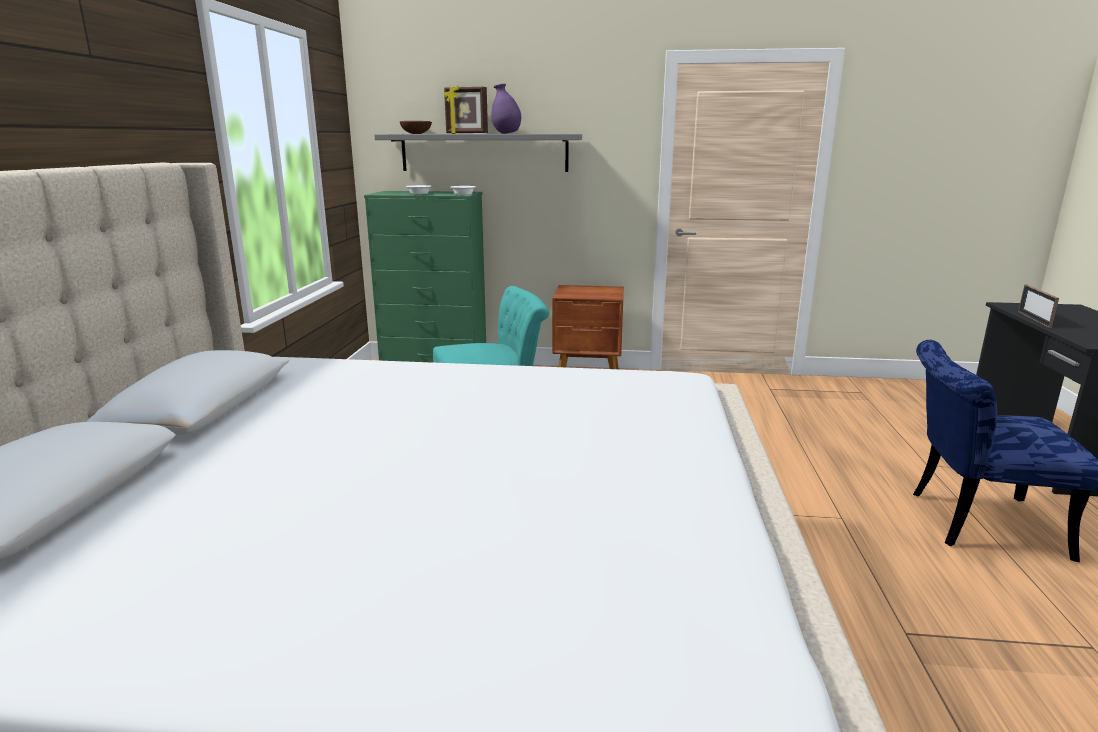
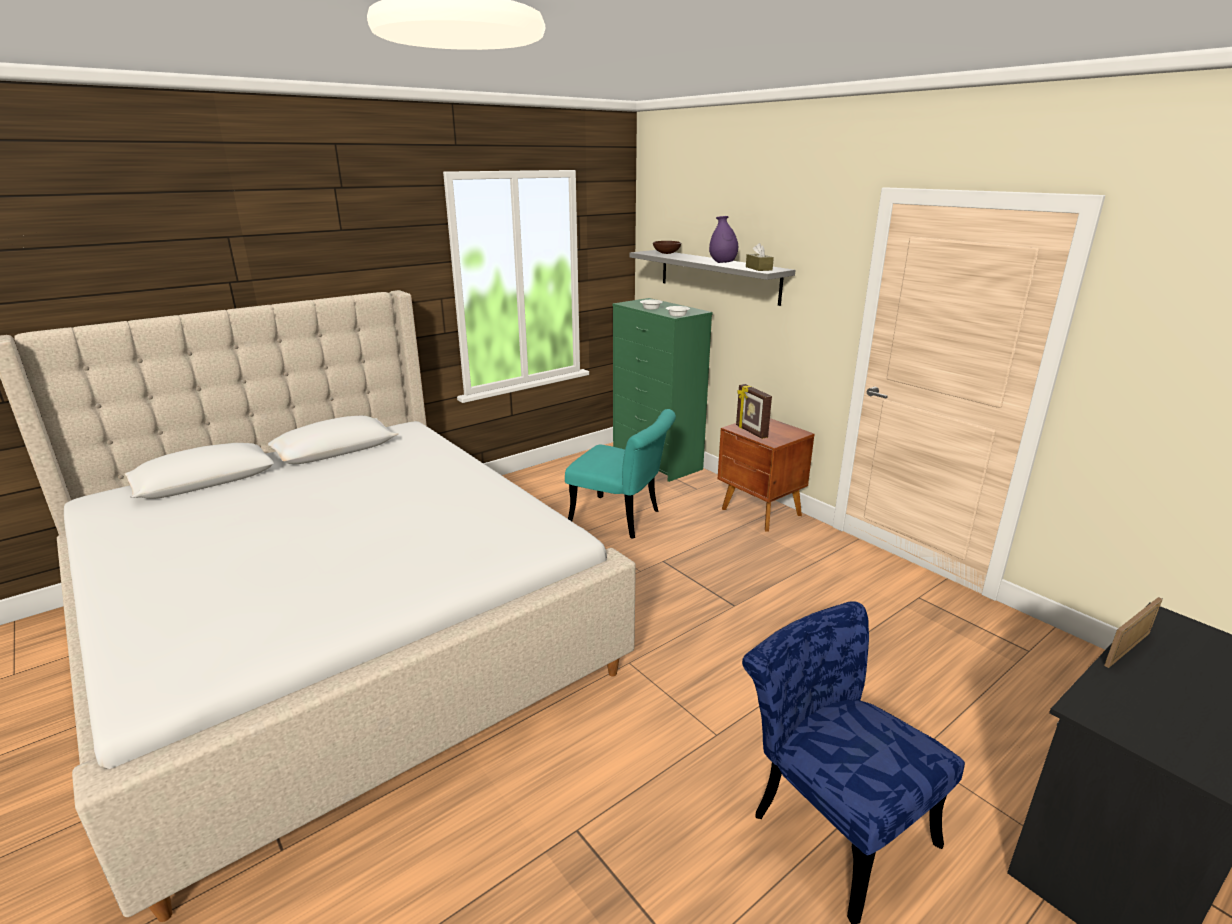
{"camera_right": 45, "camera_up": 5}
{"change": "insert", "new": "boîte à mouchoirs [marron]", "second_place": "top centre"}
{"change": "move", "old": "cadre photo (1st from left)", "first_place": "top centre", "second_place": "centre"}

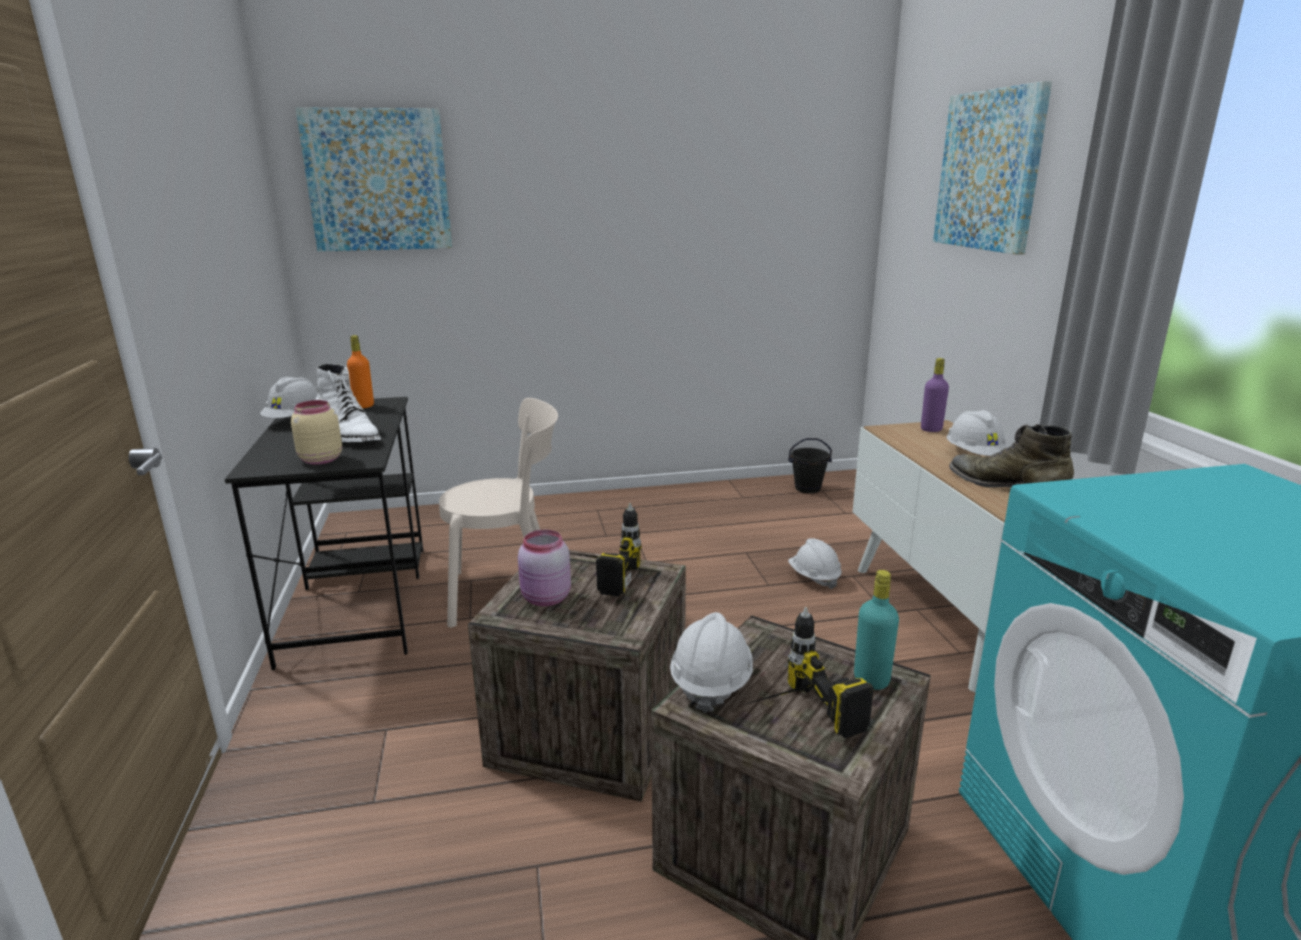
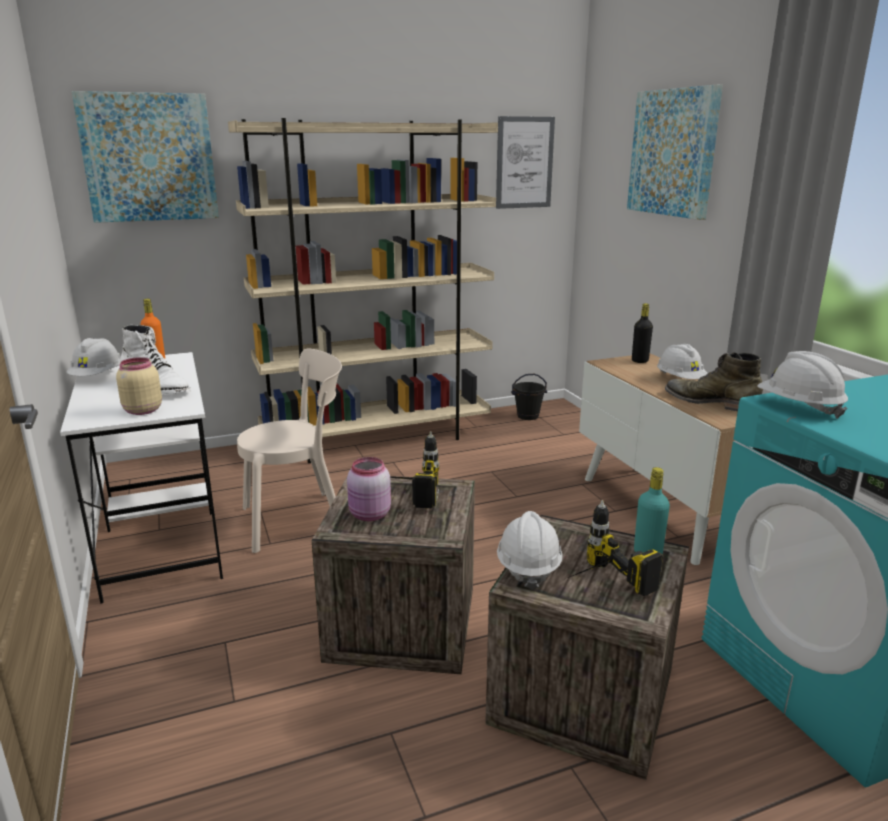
{"camera_right": -10, "camera_up": 0}
{"change": "insert", "new": "bibliothèque [beige]", "second_place": "centre"}
{"change": "insert", "new": "tableau (2nd from left)", "second_place": "top centre"}
{"change": "move", "old": "casque de chantier [blanc] (3rd from left in the first image)", "new": "casque de chantier [blanc] (4th from left)", "first_place": "centre", "second_place": "middle right"}
{"change": "recolor", "old": "bureau [noir]", "new": "bureau [blanc]", "first_place": "middle left", "second_place": "middle left"}
{"change": "recolor", "old": "bouteille [violet]", "new": "bouteille [noir]", "first_place": "middle right", "second_place": "middle right"}

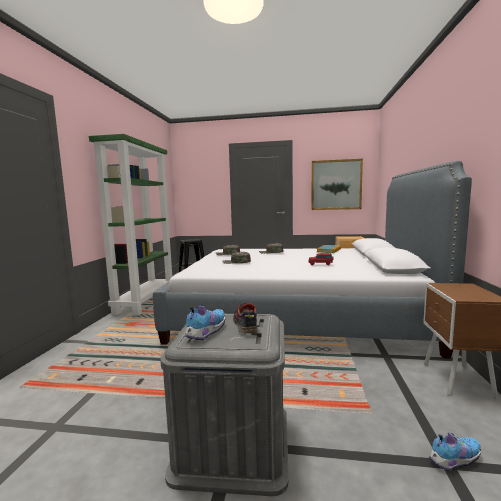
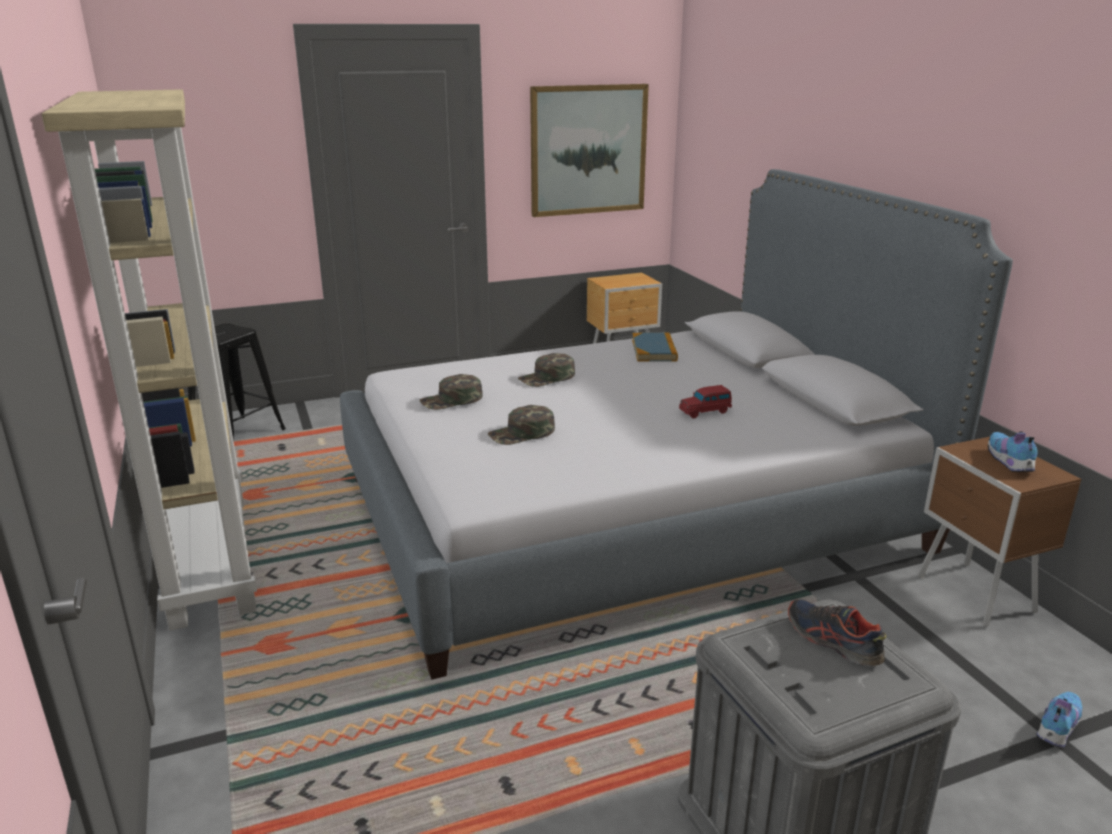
{"camera_right": -30, "camera_up": 15}
{"change": "move", "old": "chaussure (1st from left in the first image)", "new": "chaussure (2nd from left)", "first_place": "centre", "second_place": "middle right"}
{"change": "recolor", "old": "bibliothèque [vert]", "new": "bibliothèque [beige]", "first_place": "middle left", "second_place": "middle left"}

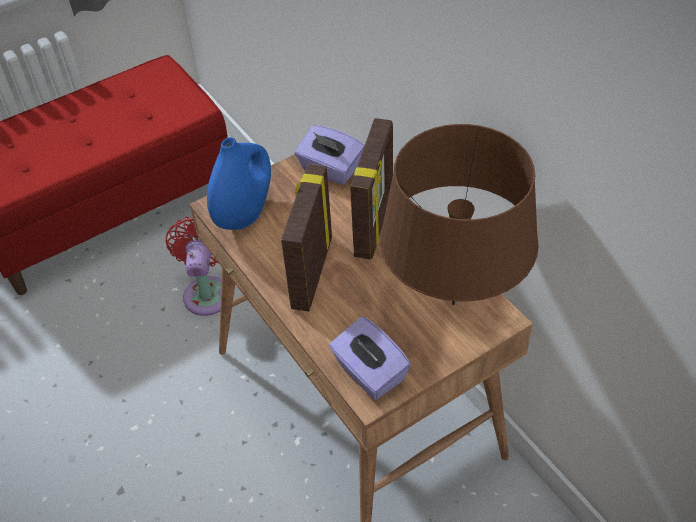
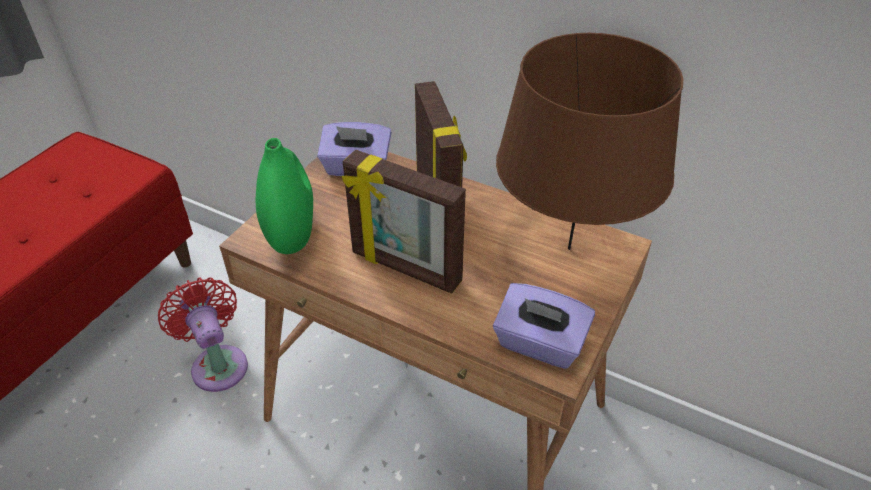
{"camera_right": -30, "camera_up": -5}
{"change": "recolor", "old": "vase [bleu]", "new": "vase [vert]", "first_place": "centre", "second_place": "middle left"}
{"change": "rotate", "old": "cadre photo (1st from left)", "first_place": "centre", "second_place": "centre", "degrees": -45}

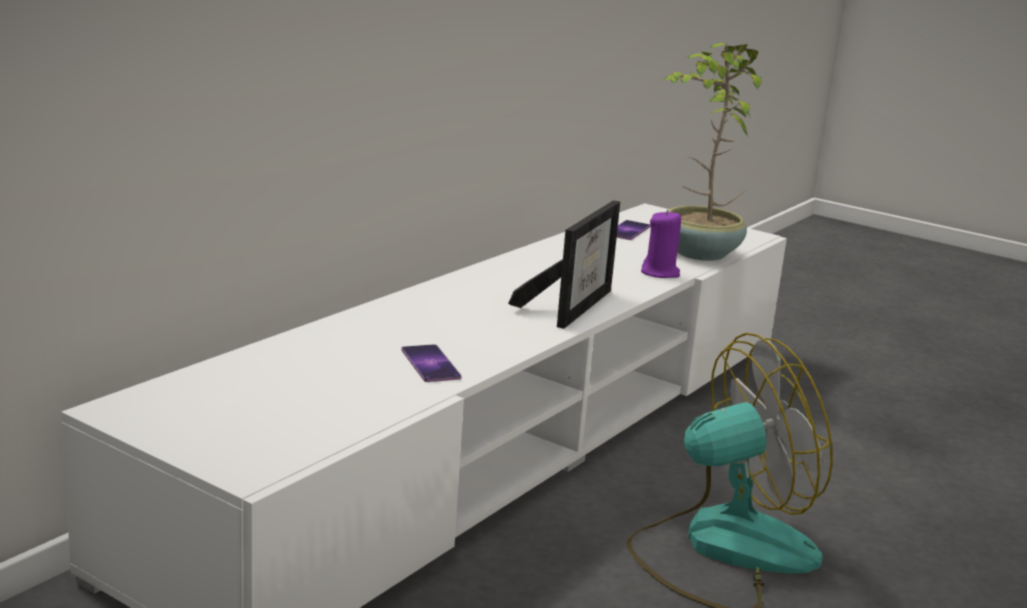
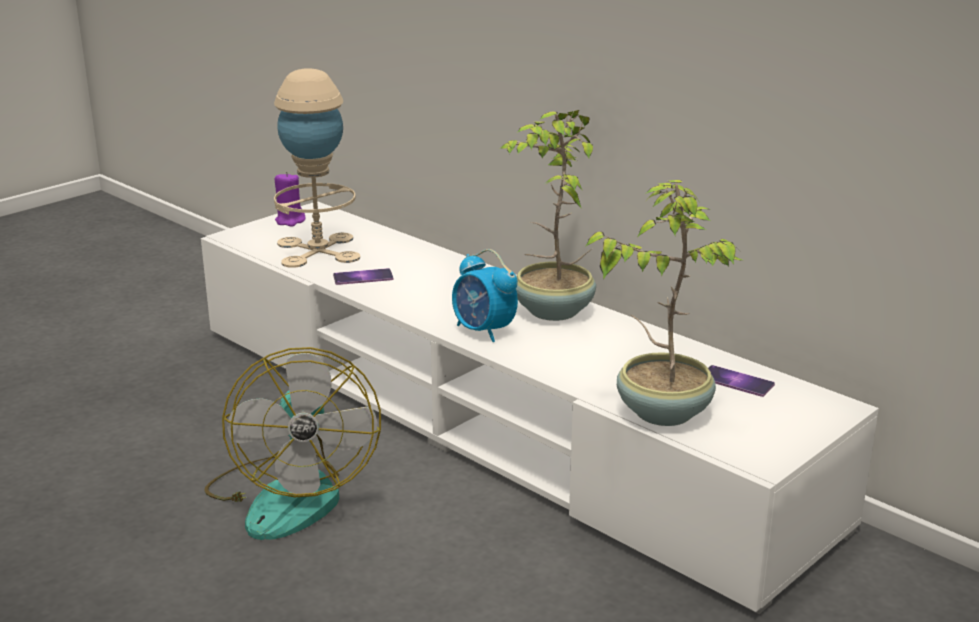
{"camera_right": 100, "camera_up": 5}
{"change": "insert", "new": "lampe de table [beige]", "second_place": "top left"}
{"change": "insert", "new": "plante en pot (1st from left)", "second_place": "centre"}
{"change": "move", "old": "bougie [violet]", "first_place": "centre", "second_place": "top left"}
{"change": "replace", "old": "cadre photo", "new": "réveil", "first_place": "centre", "second_place": "centre"}

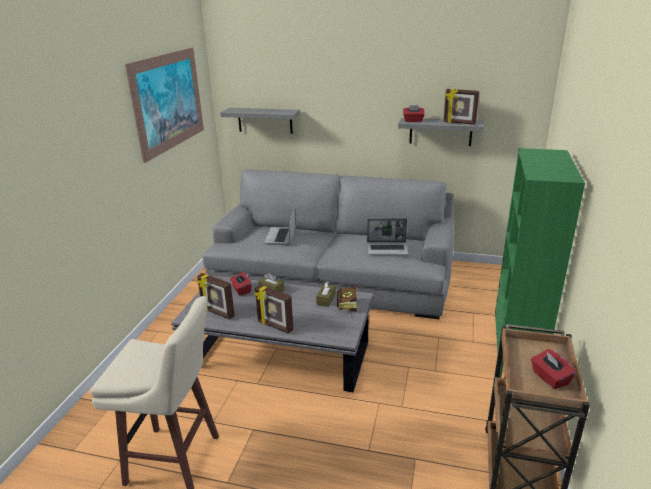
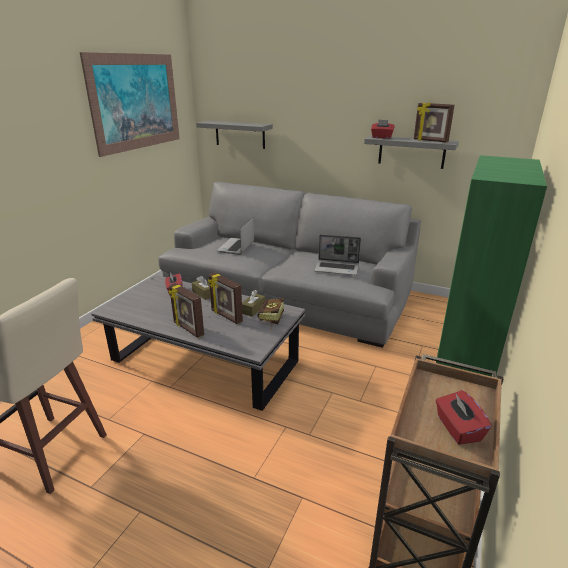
{"camera_right": 10, "camera_up": 0}
{"change": "move", "old": "cadre photo (1st from left in the first image)", "new": "cadre photo (2nd from left)", "first_place": "middle left", "second_place": "centre"}

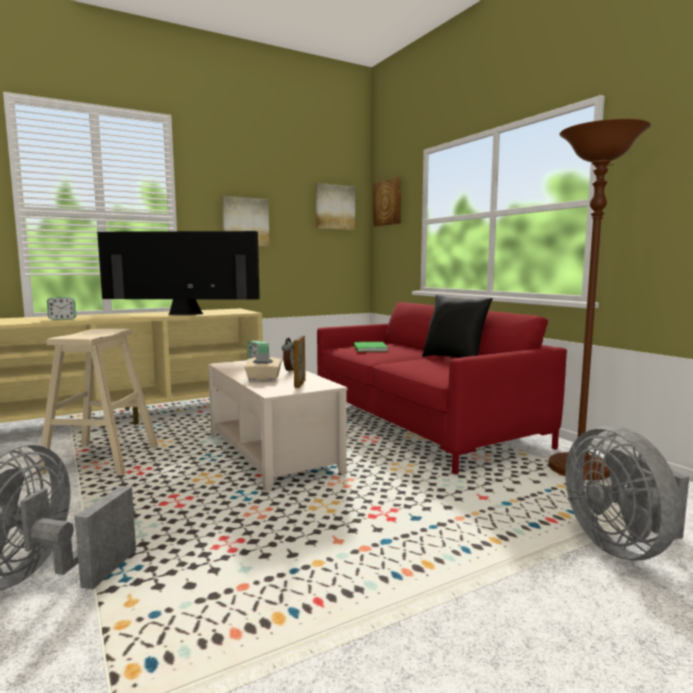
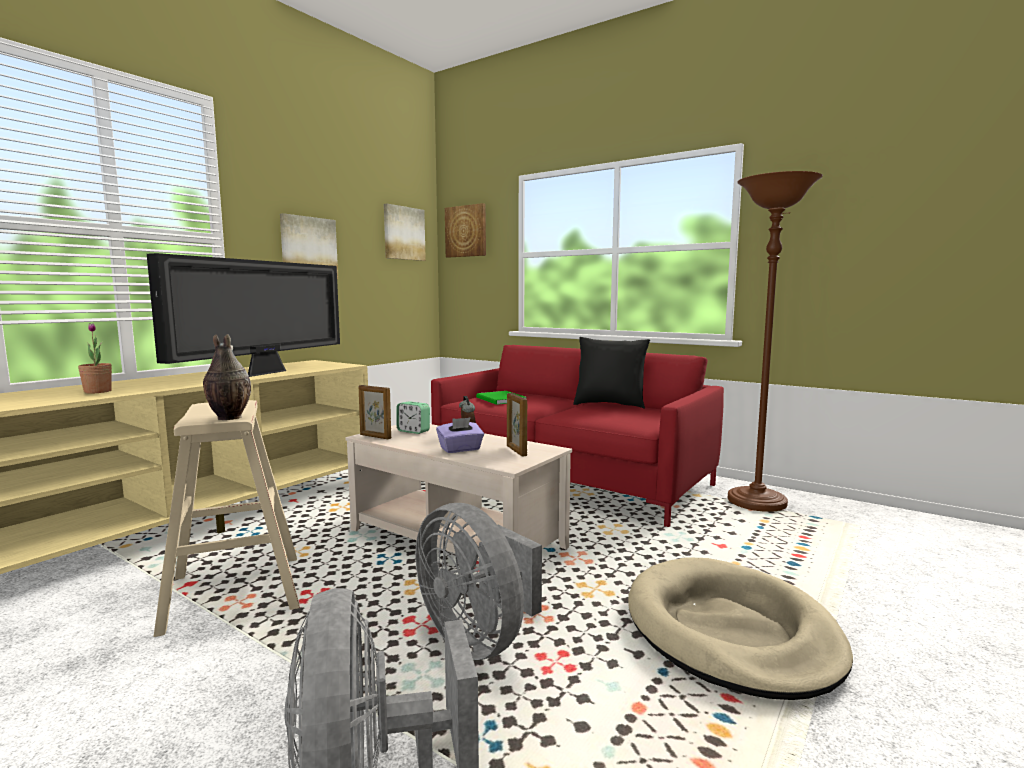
{"camera_right": -25, "camera_up": 0}
{"change": "insert", "new": "vase", "second_place": "middle left"}
{"change": "insert", "new": "cadre photo (1st from left)", "second_place": "centre"}
{"change": "insert", "new": "panier pour chien [beige]", "second_place": "bottom right"}
{"change": "move", "old": "ventilateur [gris] (2nd from left)", "first_place": "bottom right", "second_place": "bottom centre"}
{"change": "replace", "old": "réveil (1st from left)", "new": "plante en pot", "first_place": "middle left", "second_place": "middle left"}
{"change": "recolor", "old": "boîte à mouchoirs [beige]", "new": "boîte à mouchoirs [violet]", "first_place": "centre", "second_place": "centre"}
{"change": "rotate", "old": "téléviseur", "first_place": "middle left", "second_place": "middle left", "degrees": 135}

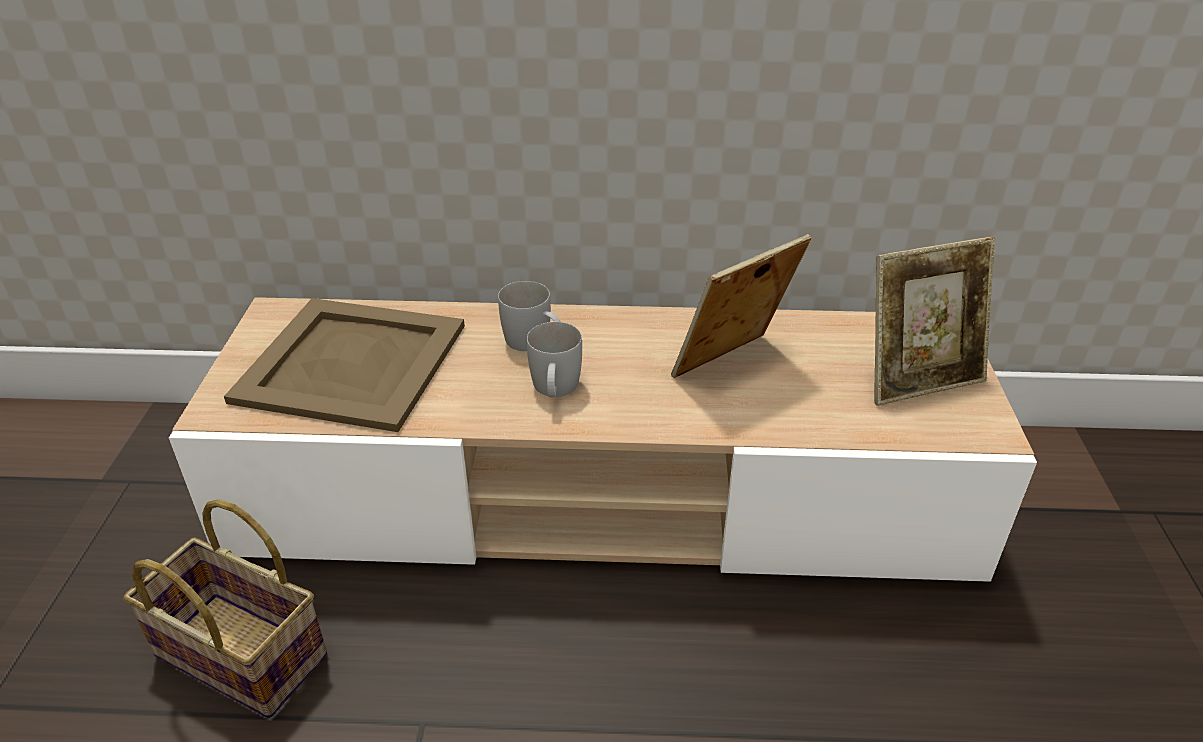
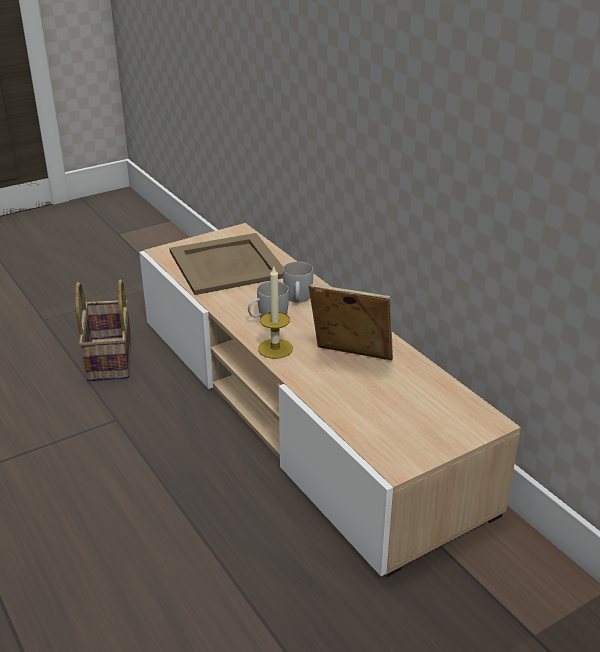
{"camera_right": 55, "camera_up": -5}
{"change": "delete", "old": "cadre photo (2nd from left)", "first_place": "middle right"}
{"change": "insert", "new": "bougie", "second_place": "centre"}

